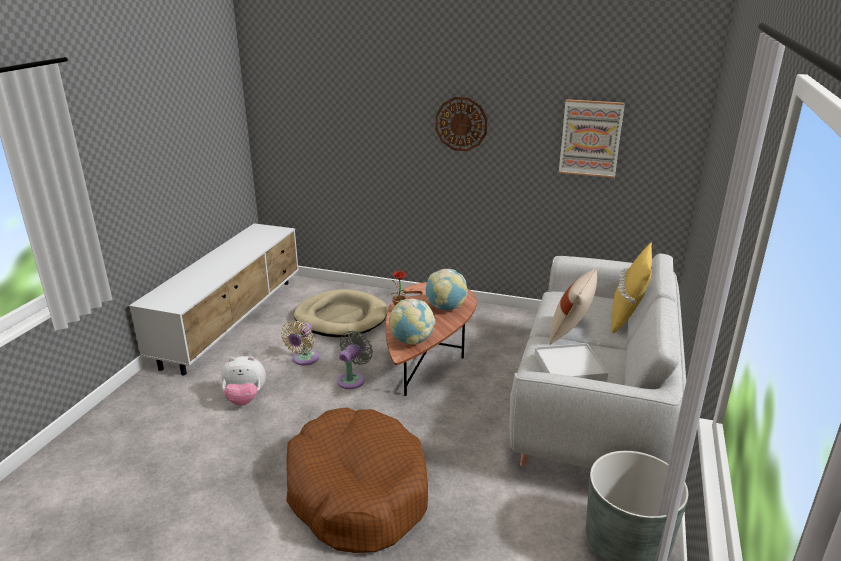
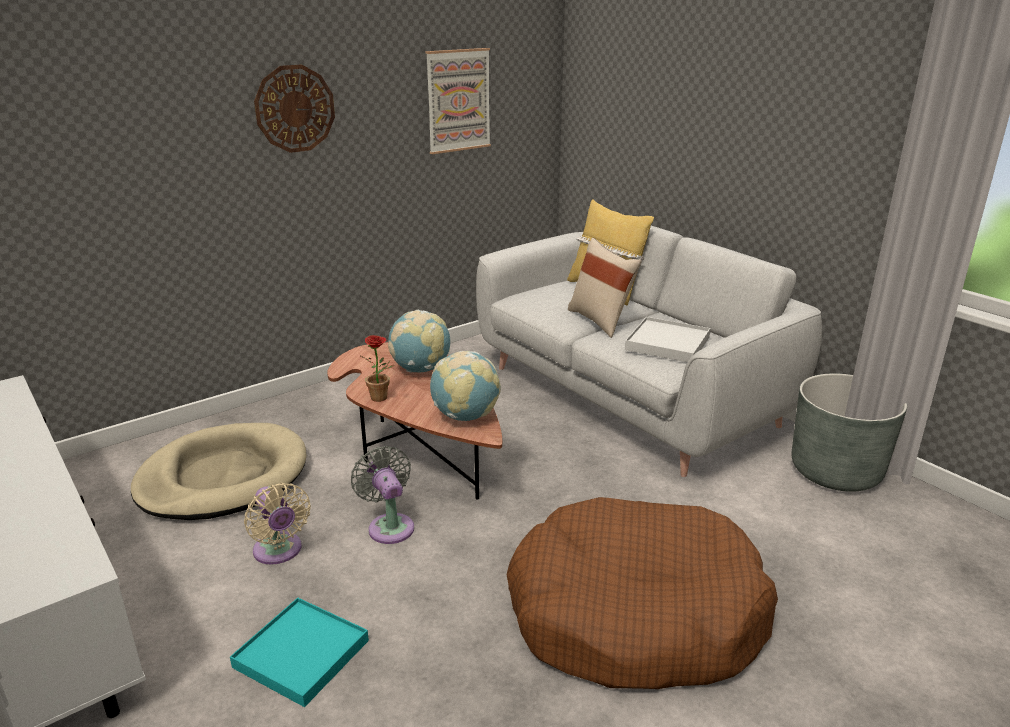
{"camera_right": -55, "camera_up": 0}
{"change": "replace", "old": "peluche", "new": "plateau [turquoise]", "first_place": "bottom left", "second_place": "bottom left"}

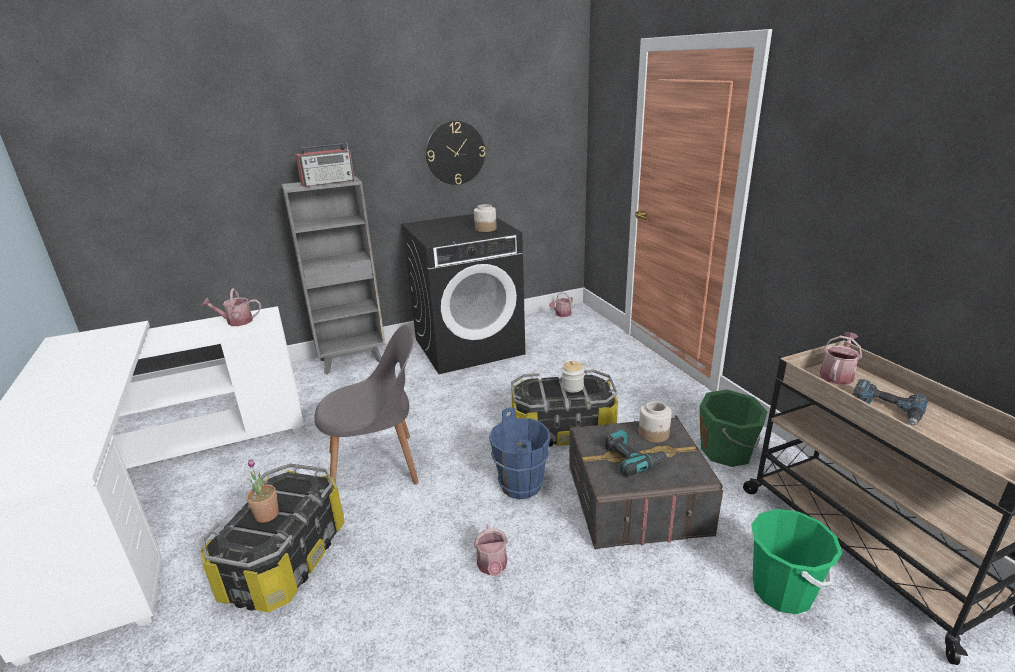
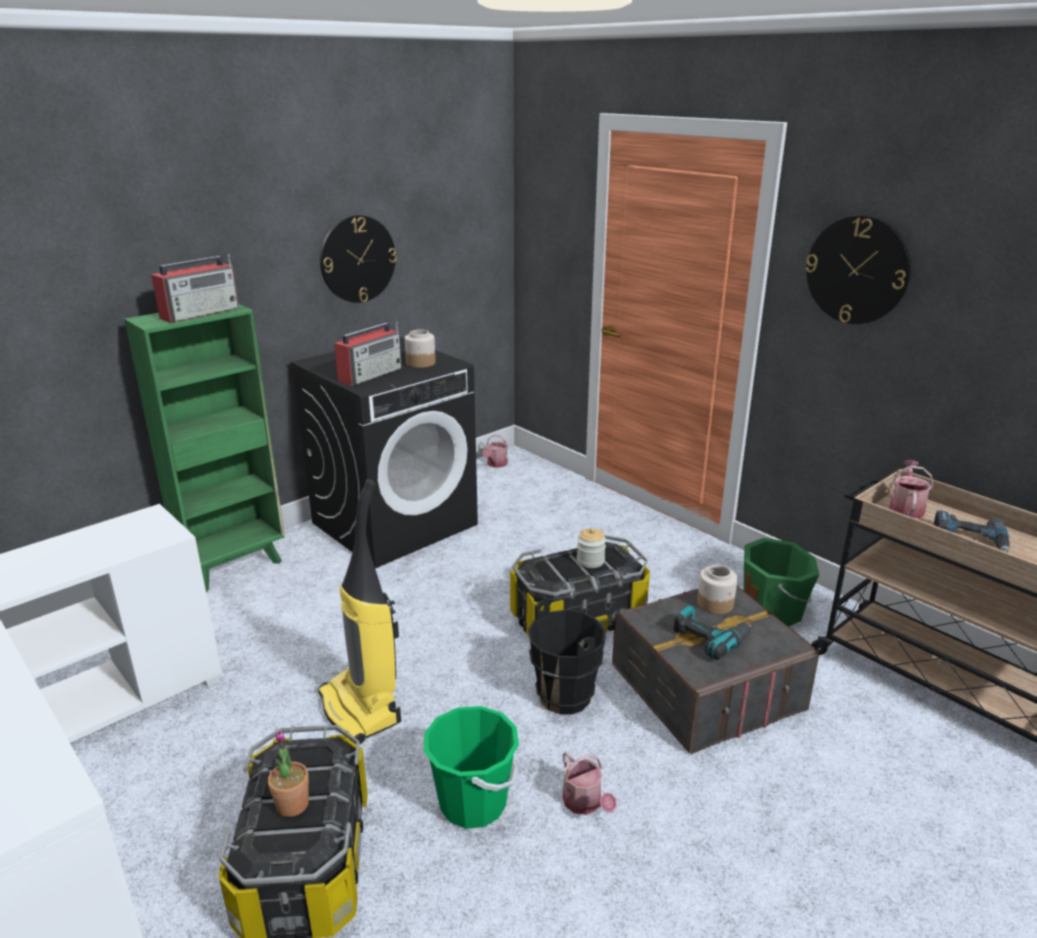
{"camera_right": -20, "camera_up": 0}
{"change": "delete", "old": "arrosoir (1st from left)", "first_place": "middle left"}
{"change": "insert", "new": "radio (2nd from left)", "second_place": "centre"}
{"change": "insert", "new": "horloge murale (2nd from left)", "second_place": "top right"}
{"change": "move", "old": "seau [vert] (2nd from left in the first image)", "new": "seau [vert] (1st from left)", "first_place": "bottom right", "second_place": "bottom centre"}
{"change": "replace", "old": "chaise [gris]", "new": "aspirateur", "first_place": "centre", "second_place": "centre"}
{"change": "recolor", "old": "bibliothèque [gris]", "new": "bibliothèque [vert]", "first_place": "middle left", "second_place": "middle left"}
{"change": "recolor", "old": "seau [bleu]", "new": "seau [noir]", "first_place": "bottom centre", "second_place": "bottom centre"}

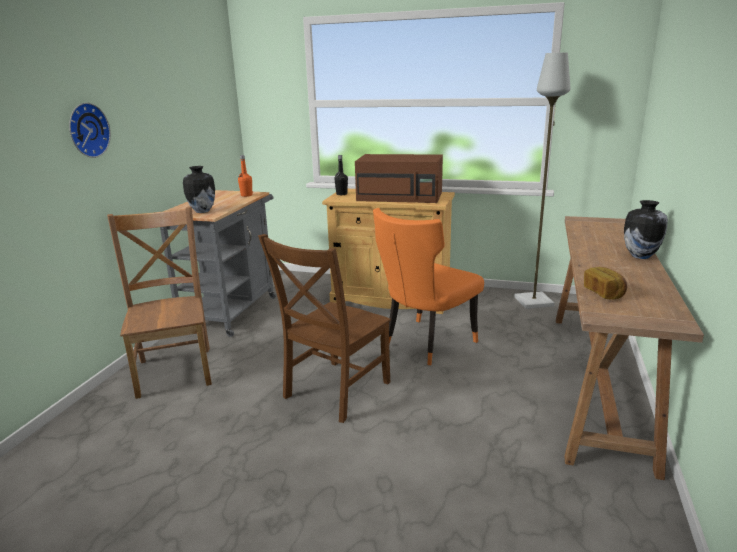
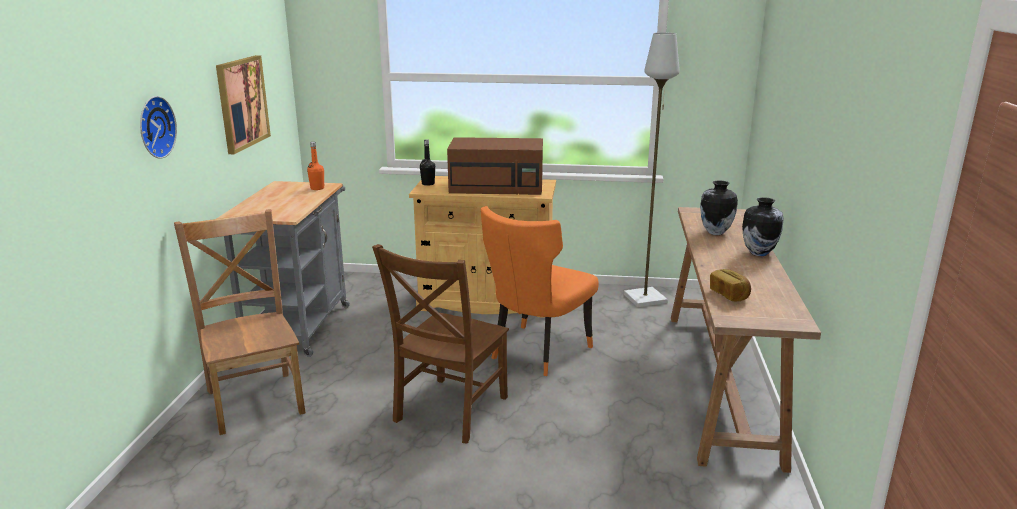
{"camera_right": -10, "camera_up": 0}
{"change": "insert", "new": "tableau", "second_place": "top left"}
{"change": "move", "old": "vase (1st from left)", "first_place": "middle left", "second_place": "middle right"}

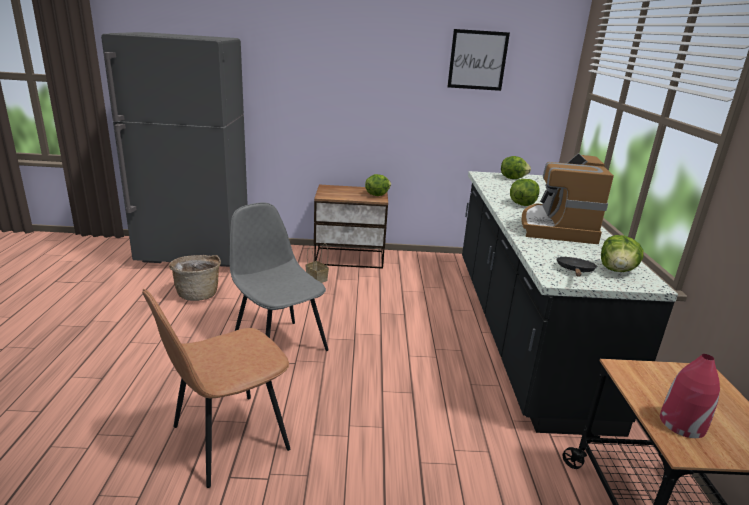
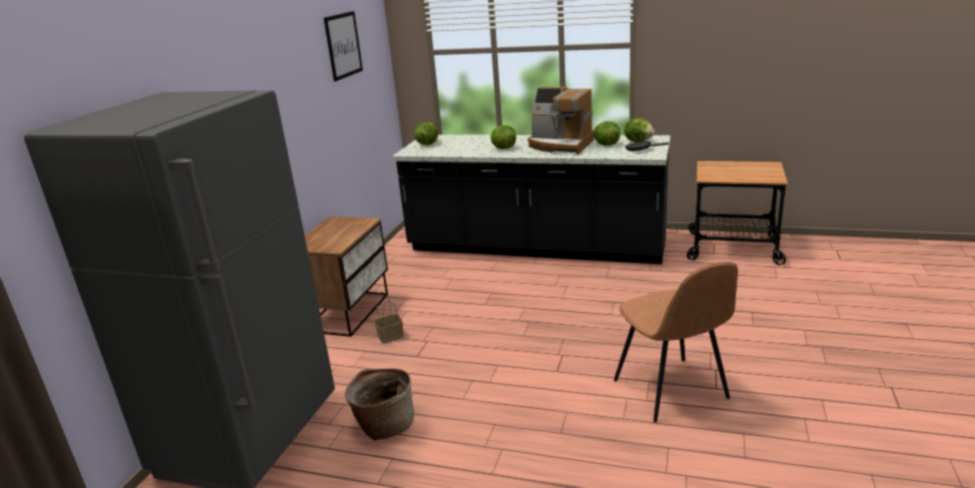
{"camera_right": -70, "camera_up": 0}
{"change": "delete", "old": "chaise [gris]", "first_place": "centre"}
{"change": "delete", "old": "vase [rouge]", "first_place": "bottom right"}
{"change": "move", "old": "laitue (1st from left in the first image)", "new": "laitue (3rd from left)", "first_place": "centre", "second_place": "top centre"}

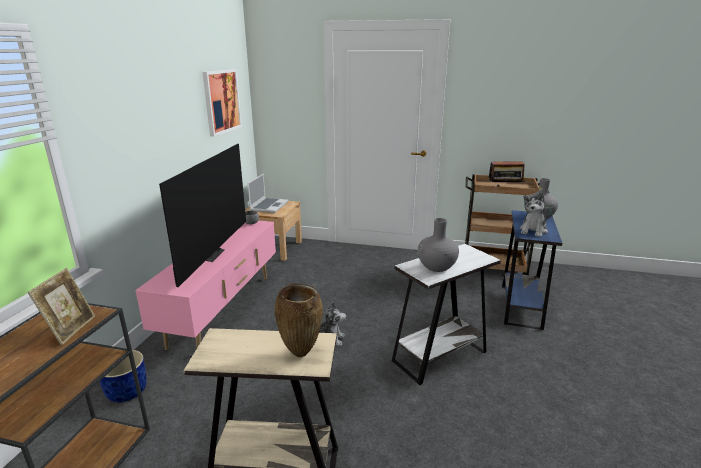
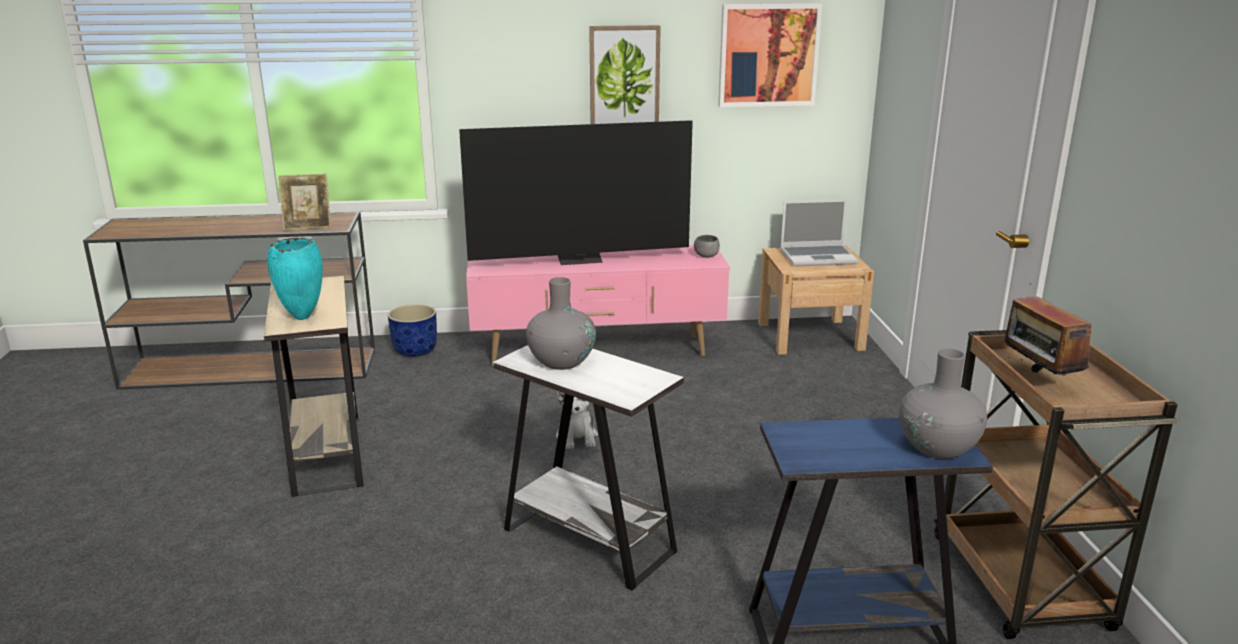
{"camera_right": 70, "camera_up": 0}
{"change": "delete", "old": "peluche (2nd from left)", "first_place": "middle right"}
{"change": "insert", "new": "tableau (1st from left)", "second_place": "top centre"}
{"change": "recolor", "old": "vase [marron]", "new": "vase [turquoise]", "first_place": "bottom centre", "second_place": "middle left"}

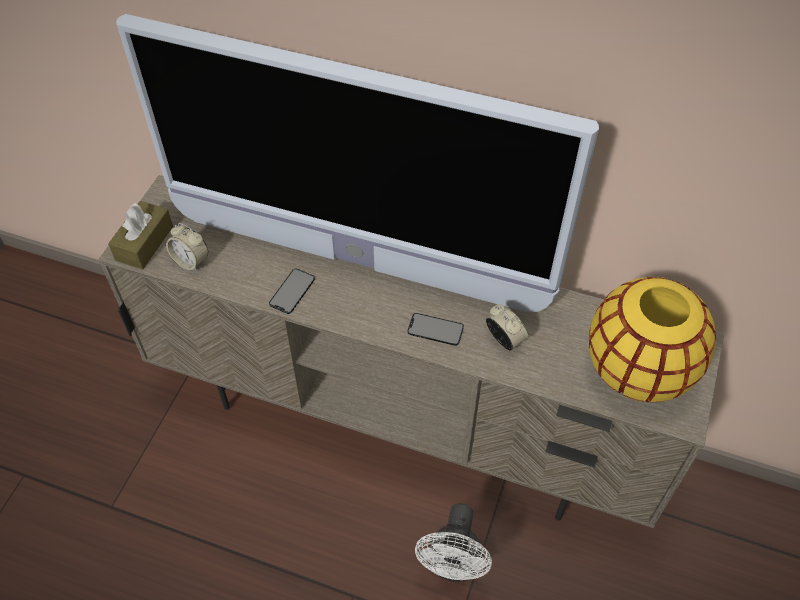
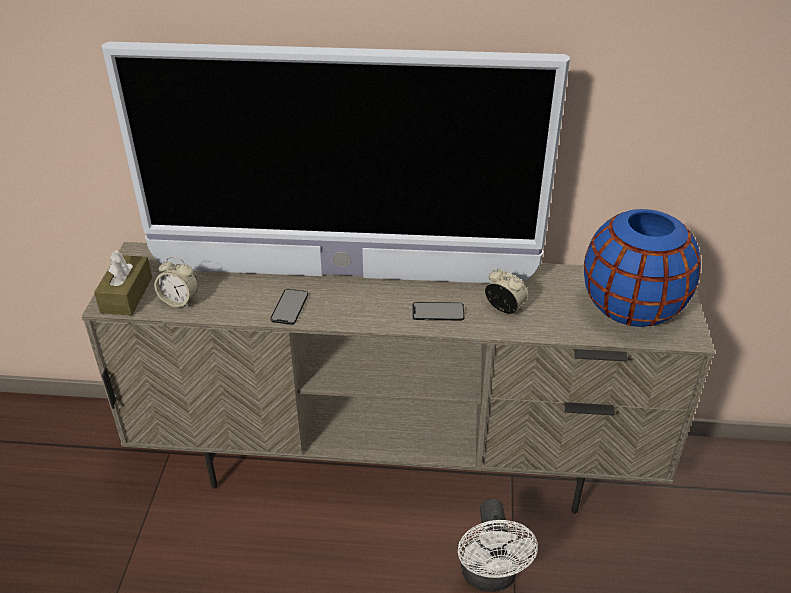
{"camera_right": -15, "camera_up": -15}
{"change": "recolor", "old": "vase [jaune]", "new": "vase [bleu]", "first_place": "middle right", "second_place": "middle right"}

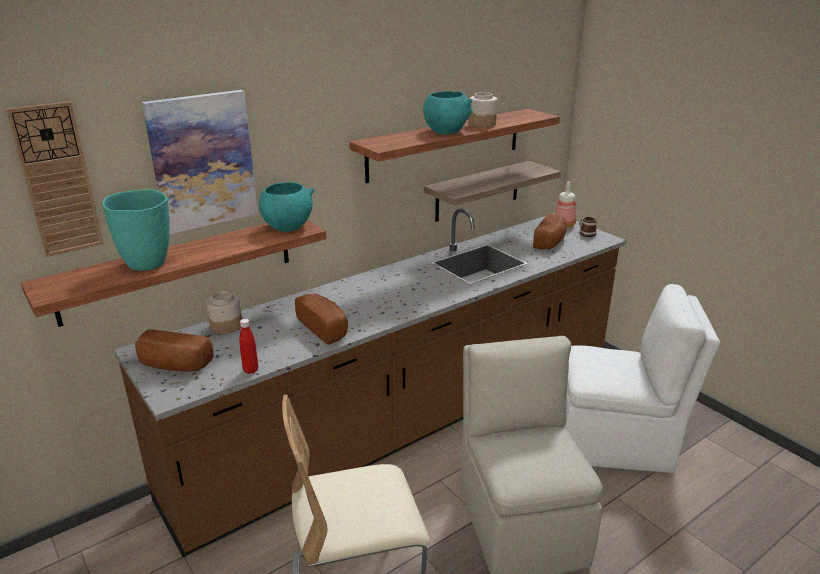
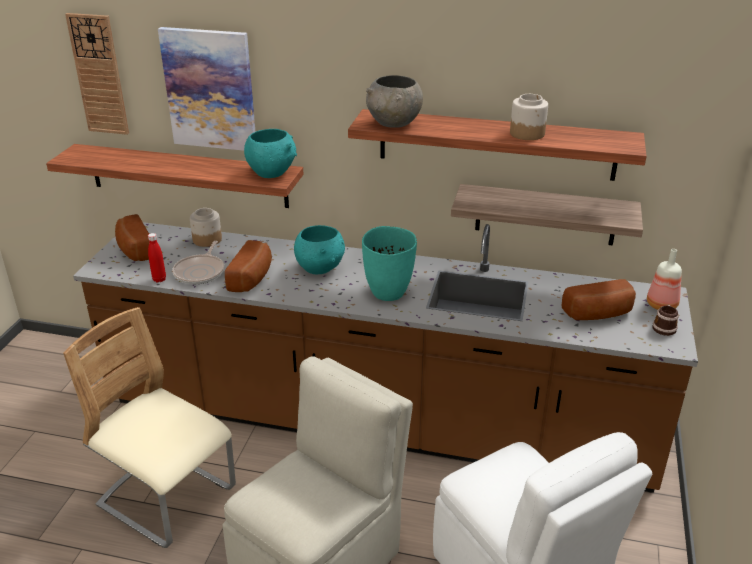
{"camera_right": 50, "camera_up": 5}
{"change": "insert", "new": "poêle", "second_place": "middle left"}
{"change": "insert", "new": "bol [gris]", "second_place": "top centre"}
{"change": "move", "old": "vase [turquoise]", "first_place": "middle left", "second_place": "centre"}
{"change": "move", "old": "bol [turquoise] (2nd from left)", "first_place": "top centre", "second_place": "centre"}

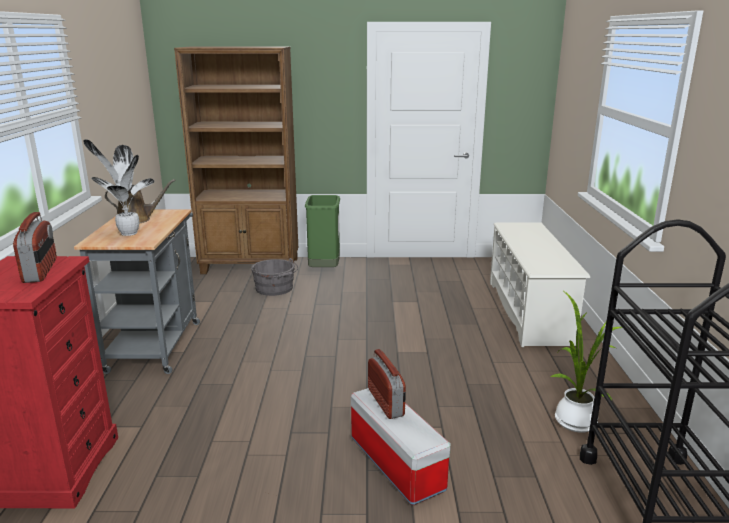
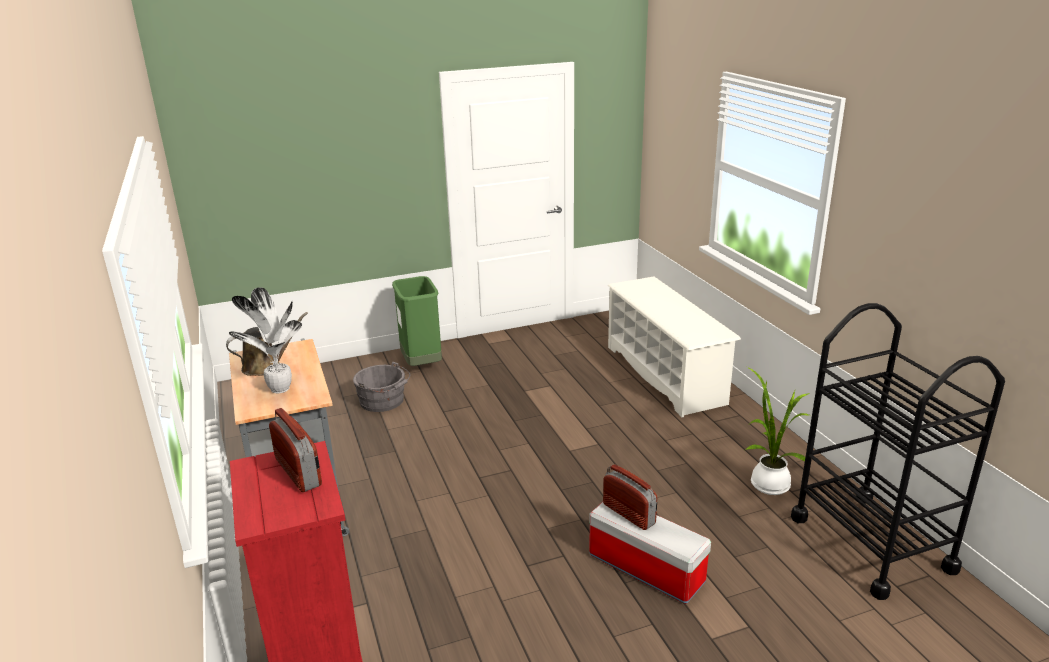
{"camera_right": -20, "camera_up": 5}
{"change": "delete", "old": "bibliothèque [marron]", "first_place": "top left"}

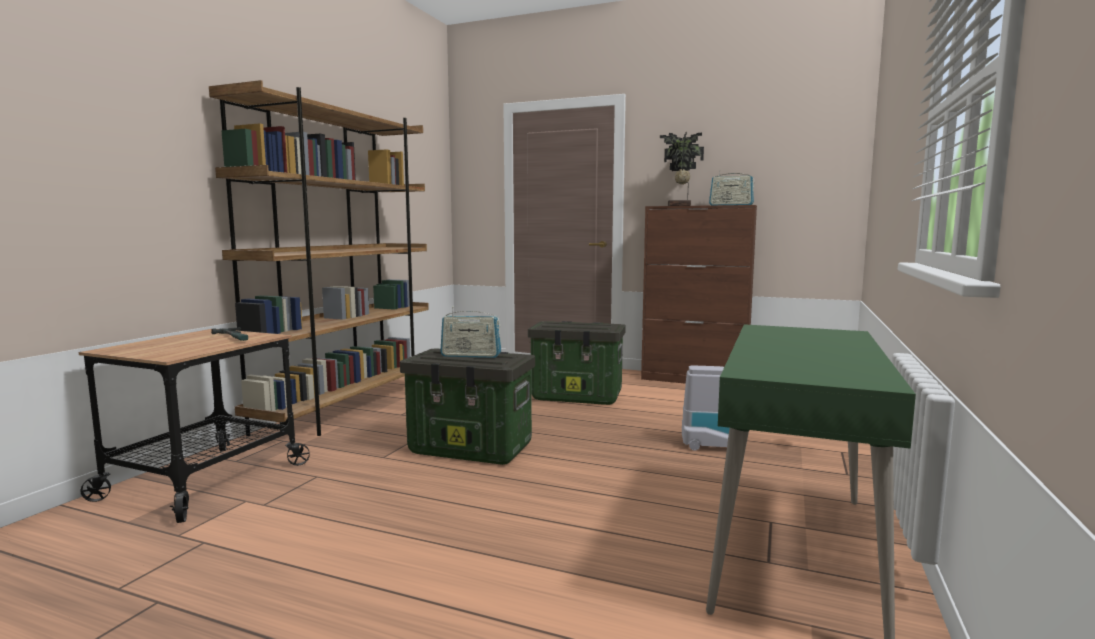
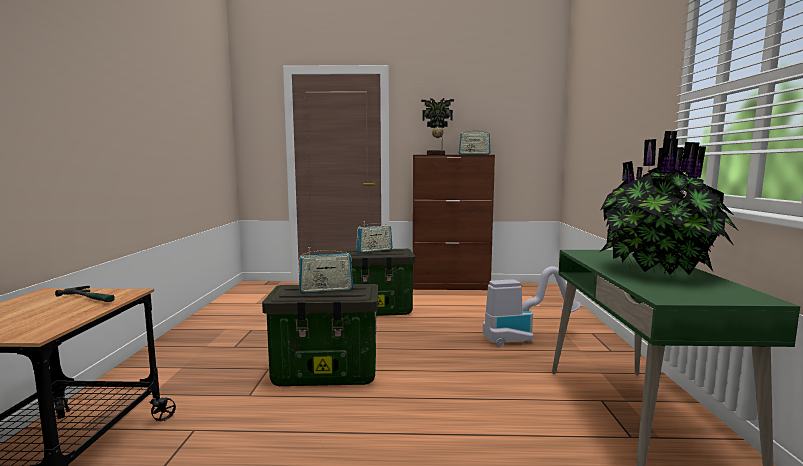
{"camera_right": -20, "camera_up": 0}
{"change": "delete", "old": "bibliothèque [marron]", "first_place": "middle left"}
{"change": "insert", "new": "radio (2nd from left)", "second_place": "centre"}
{"change": "insert", "new": "plante en pot (2nd from left)", "second_place": "middle right"}

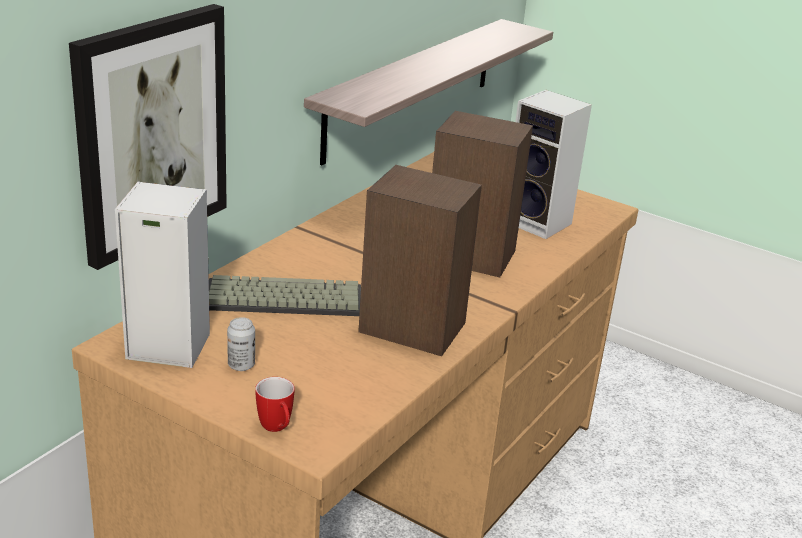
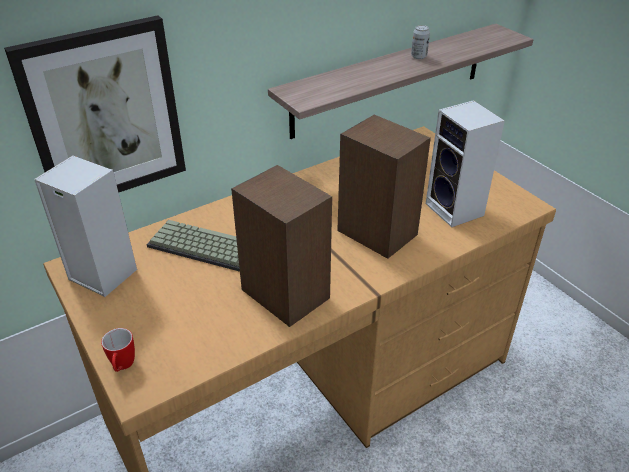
{"camera_right": 25, "camera_up": 10}
{"change": "move", "old": "boîte métallique", "first_place": "middle left", "second_place": "top right"}

